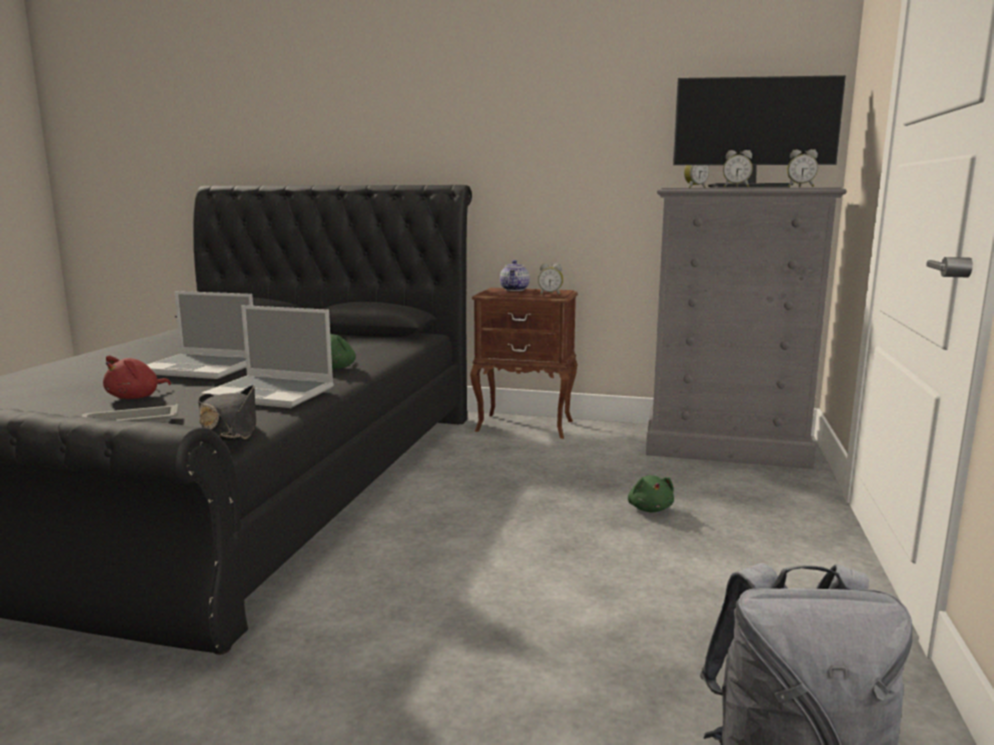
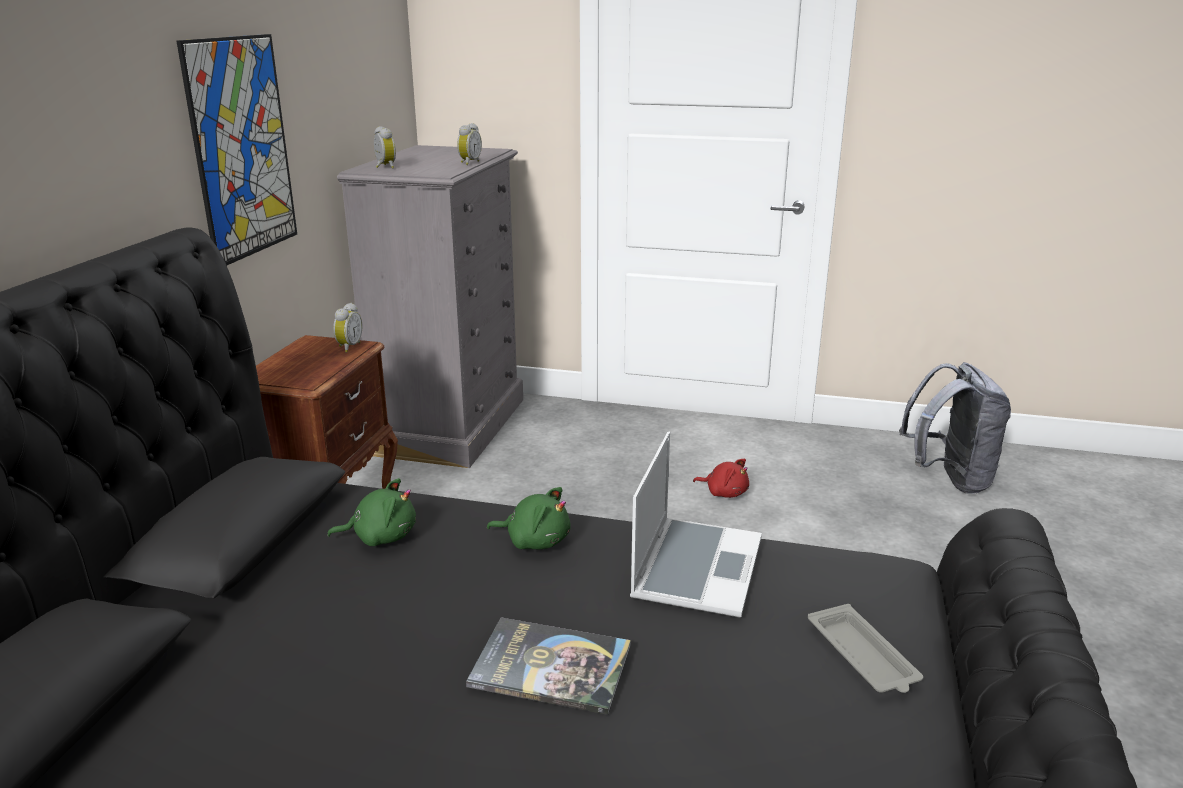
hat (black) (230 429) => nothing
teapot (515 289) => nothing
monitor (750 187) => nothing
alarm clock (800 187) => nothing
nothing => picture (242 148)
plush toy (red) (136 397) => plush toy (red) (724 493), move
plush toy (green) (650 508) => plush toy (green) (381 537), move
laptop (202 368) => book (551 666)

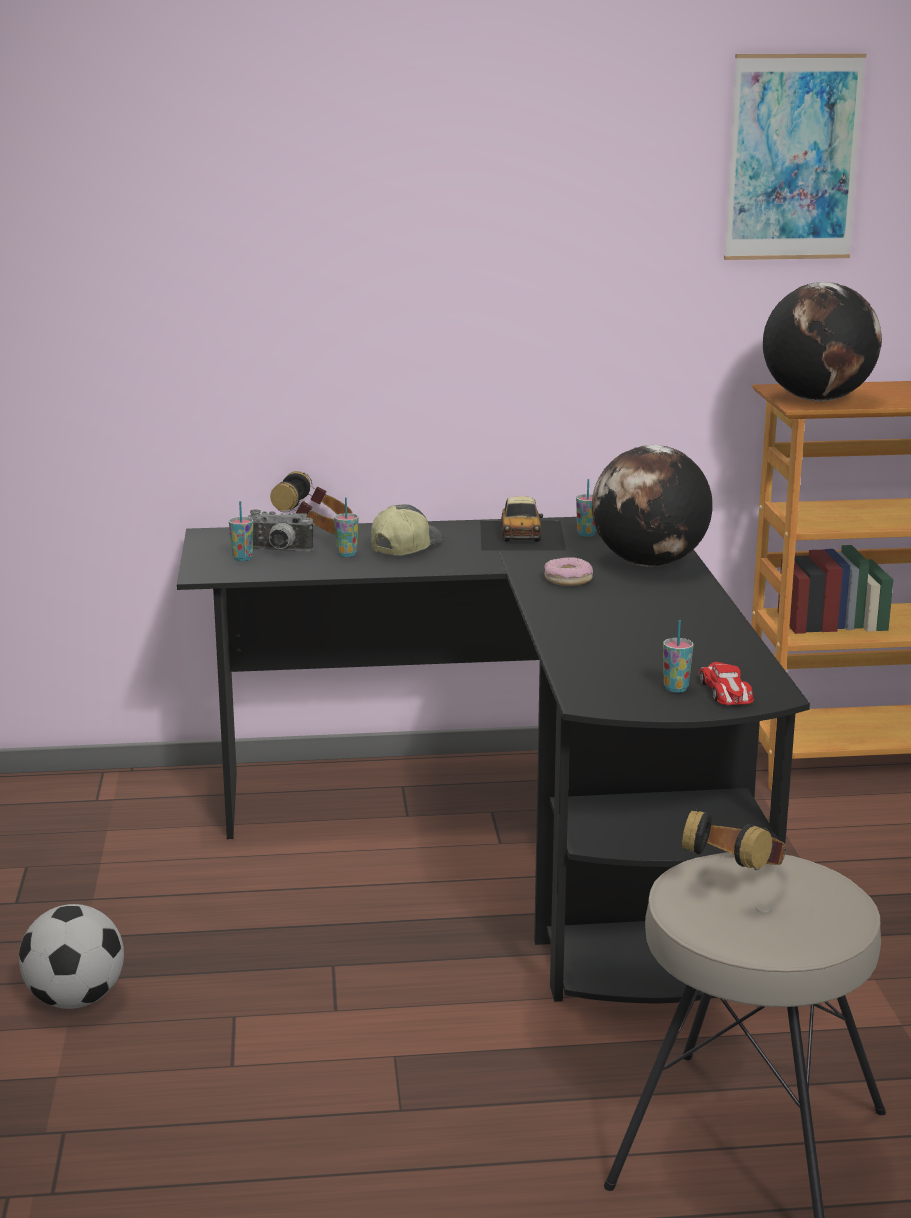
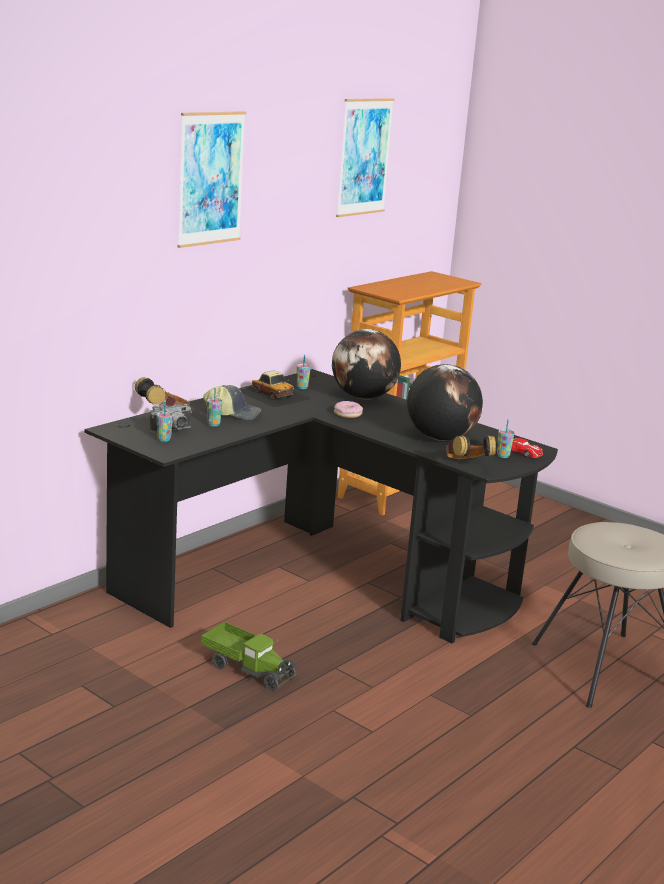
football (75 999) => nothing
nothing => picture (210 178)
nothing => toy truck (248 668)
headphones (735 877) => headphones (467 466), move
globe (816 399) => globe (440 438), move
cap (405 547) => cap (233 413), 105 degrees clockwise

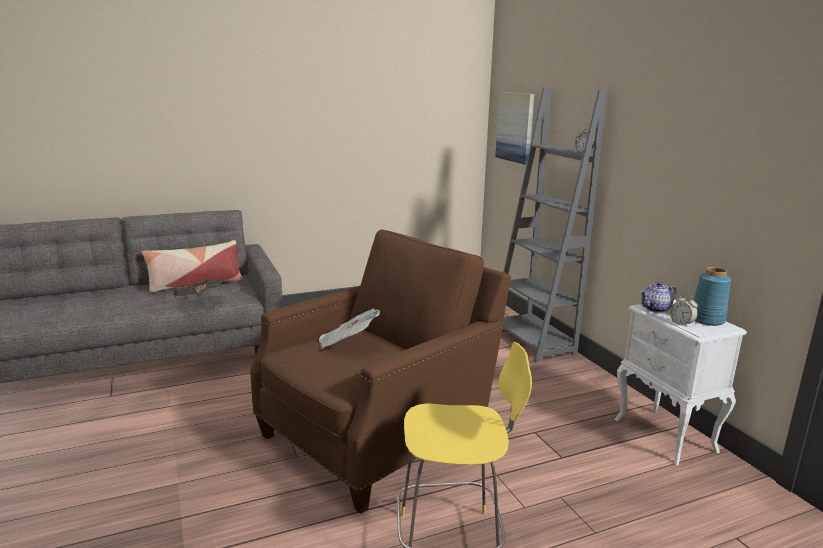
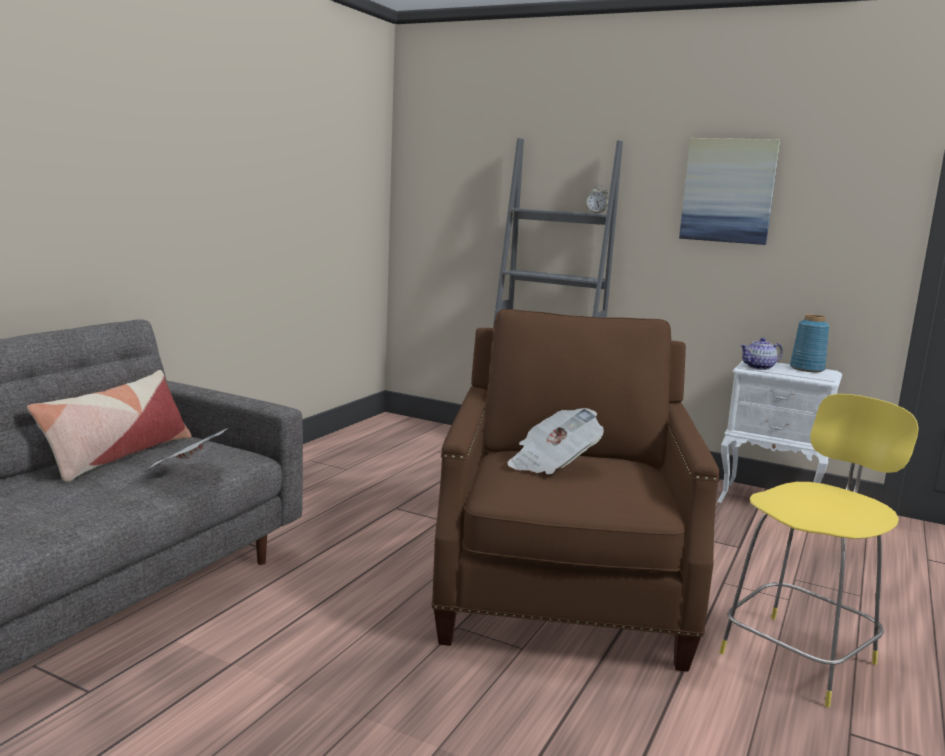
alarm clock (681 323) => nothing
picture (515 127) => picture (728 191), move
teapot (656 309) => teapot (759 367), 45 degrees clockwise

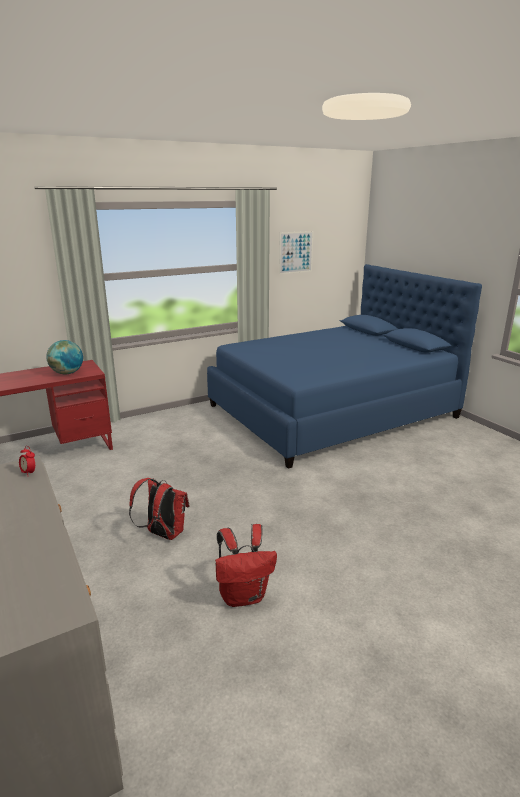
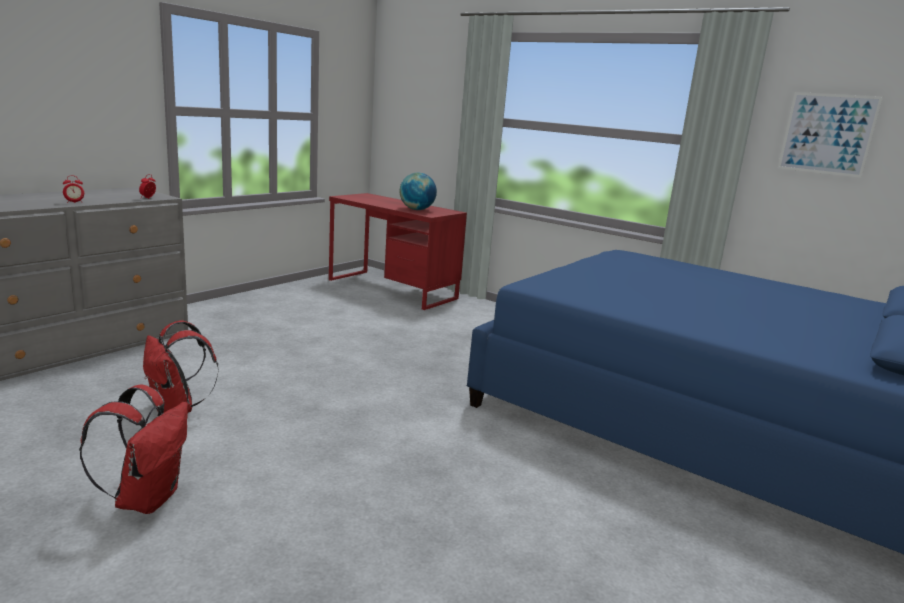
nothing => alarm clock (74 202)
backpack (red) (163 534) => backpack (red) (147 498), move

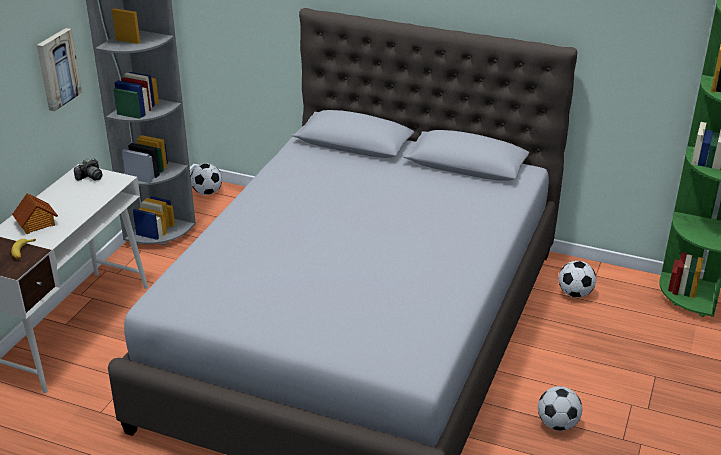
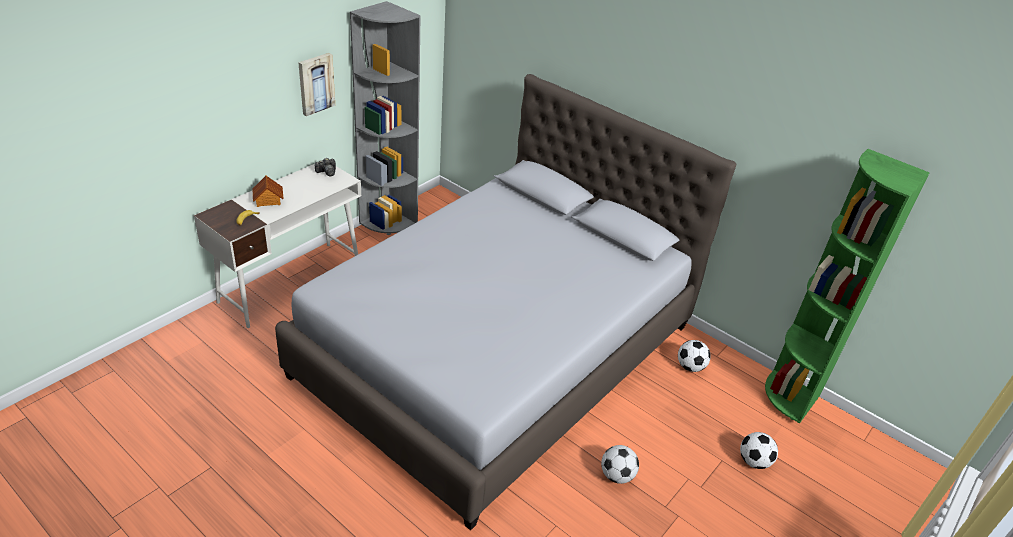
football (207 192) => football (754 461), move

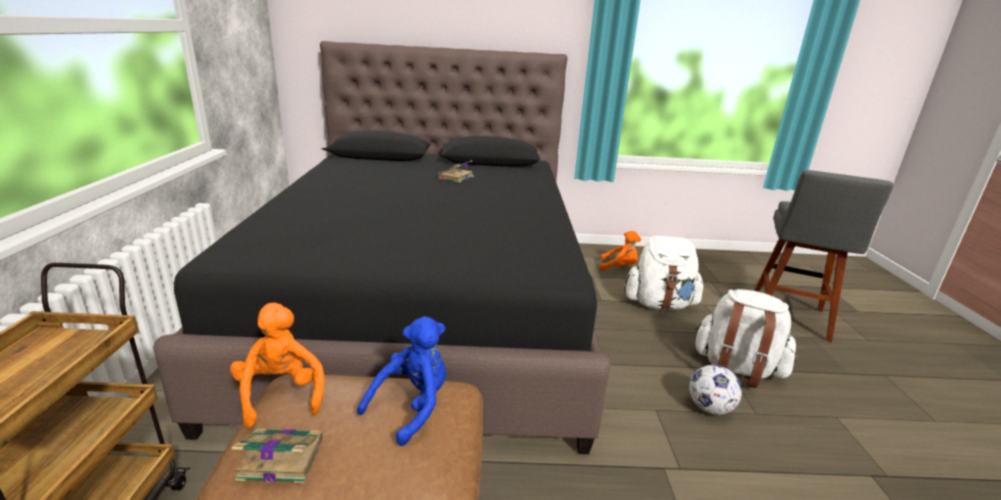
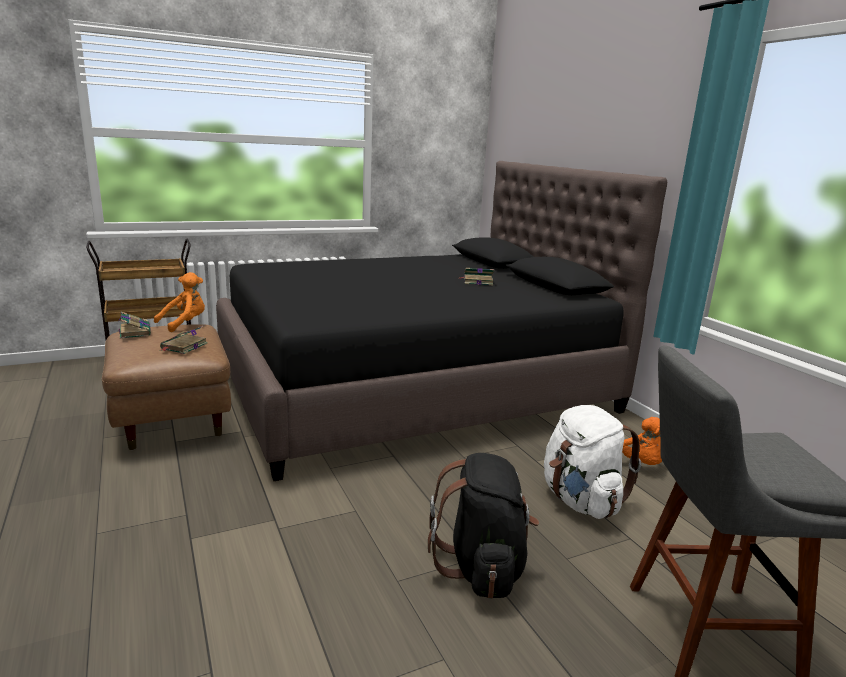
football (709 408) => nothing
plush toy (blue) (412 406) => book (183 346)
backpack (white) (736 369) => backpack (black) (482 566)

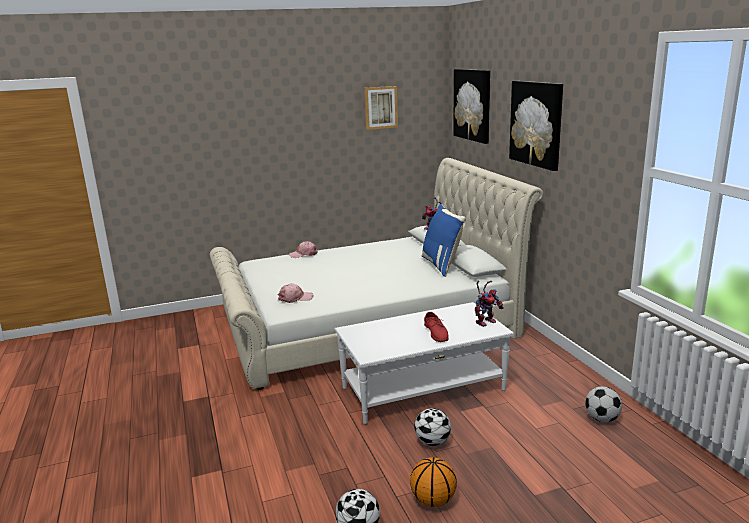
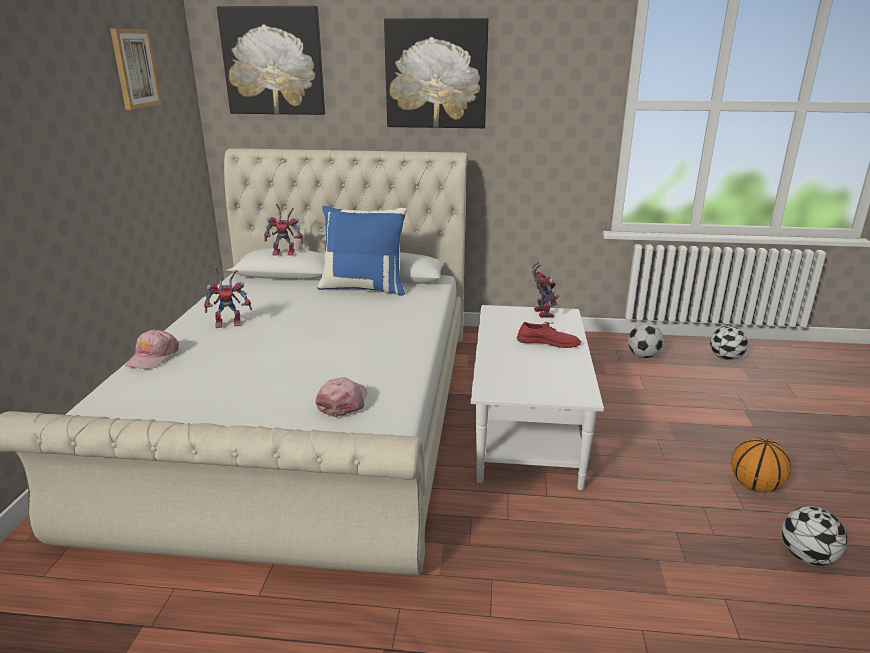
nothing => toy robot (231 323)
football (433 442) => football (725 358), move

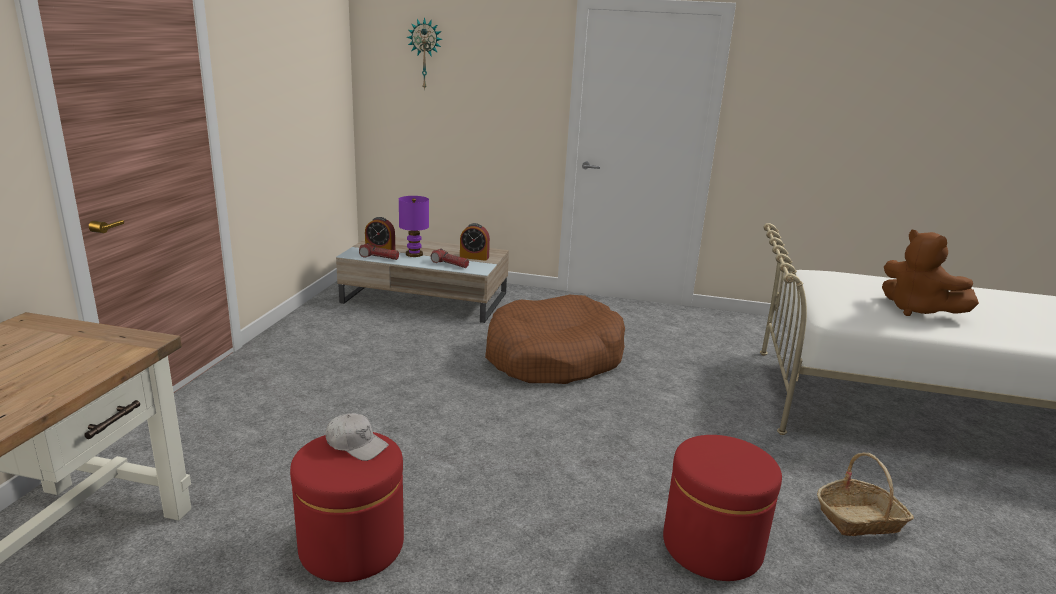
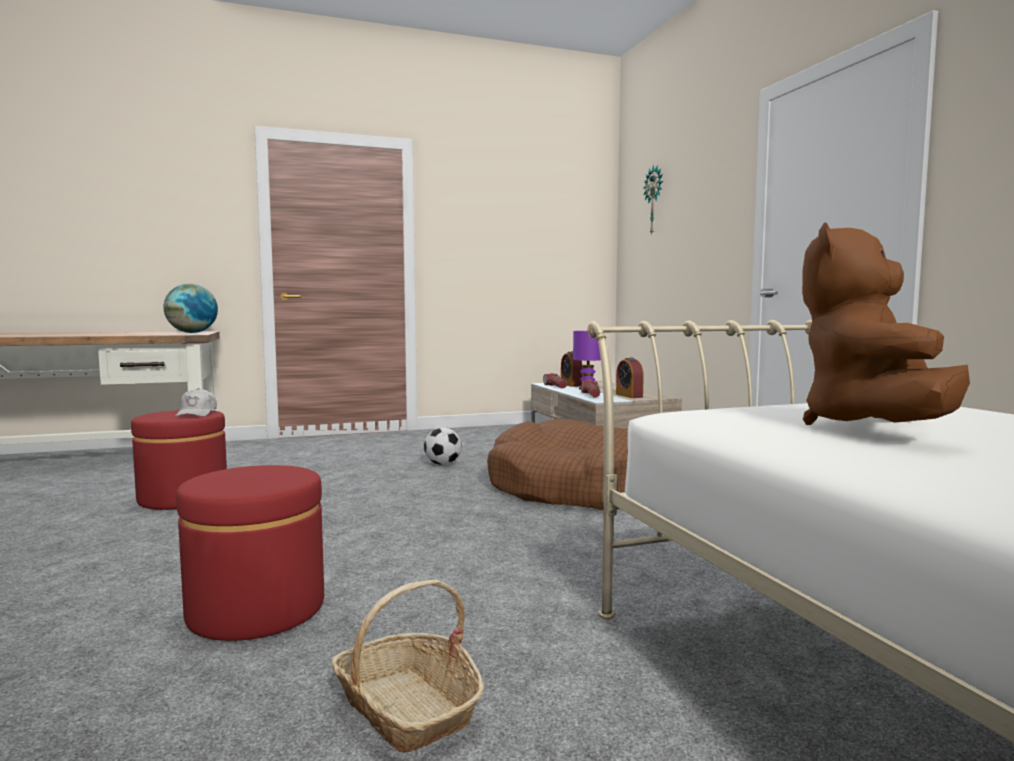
nothing => globe (192 332)
nothing => football (443 464)

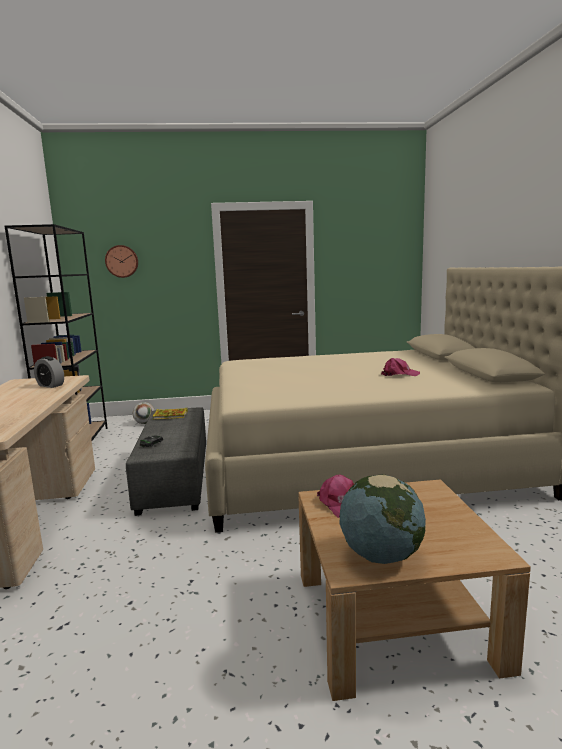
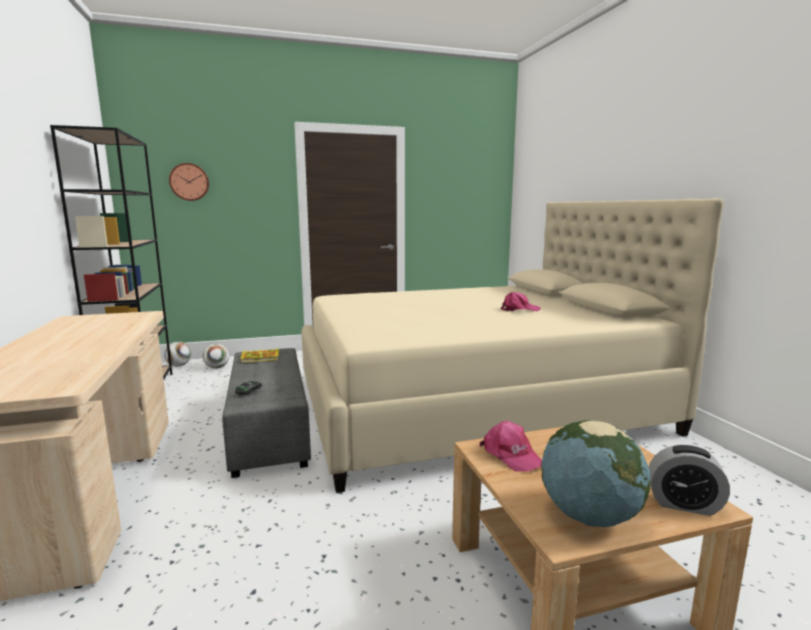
nothing => football (179 365)
alarm clock (50 385) => alarm clock (683 504), move

